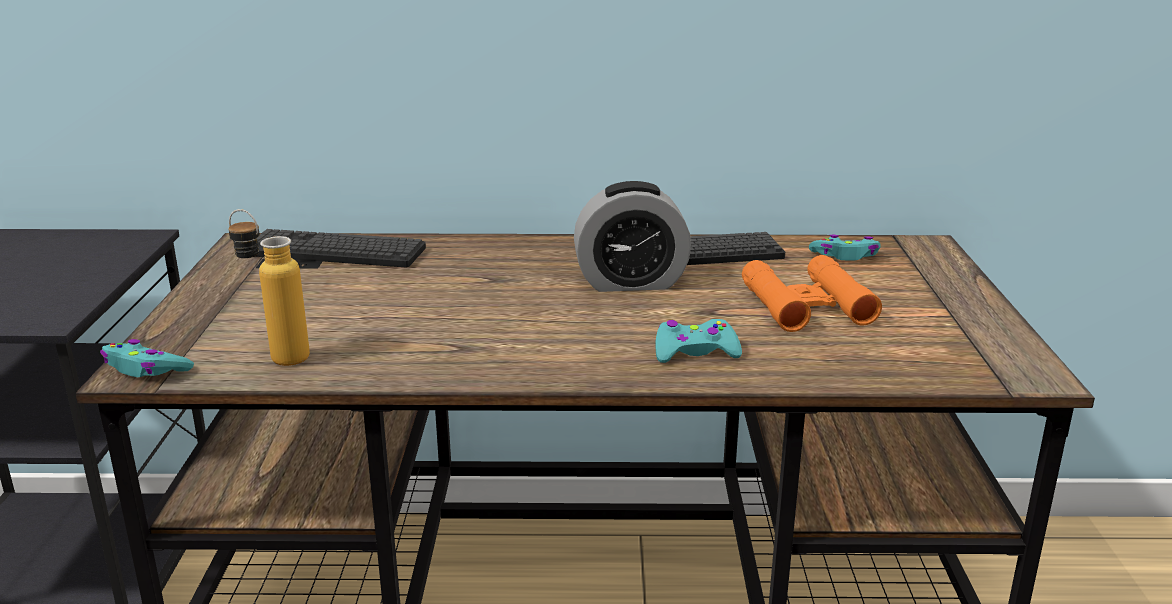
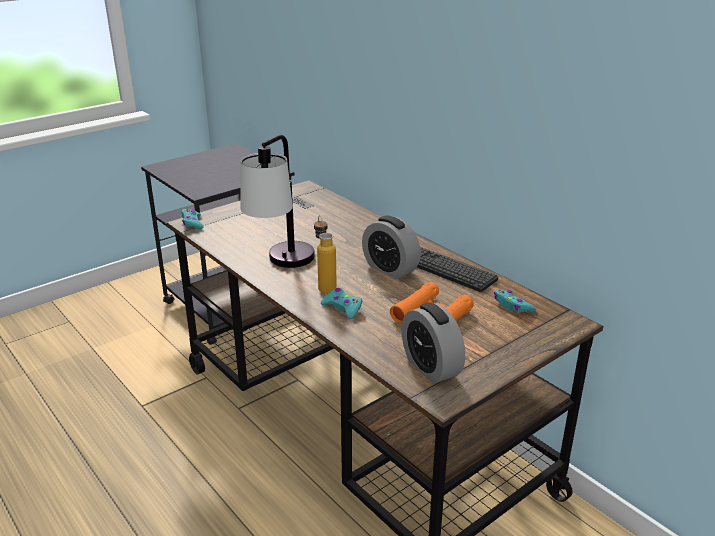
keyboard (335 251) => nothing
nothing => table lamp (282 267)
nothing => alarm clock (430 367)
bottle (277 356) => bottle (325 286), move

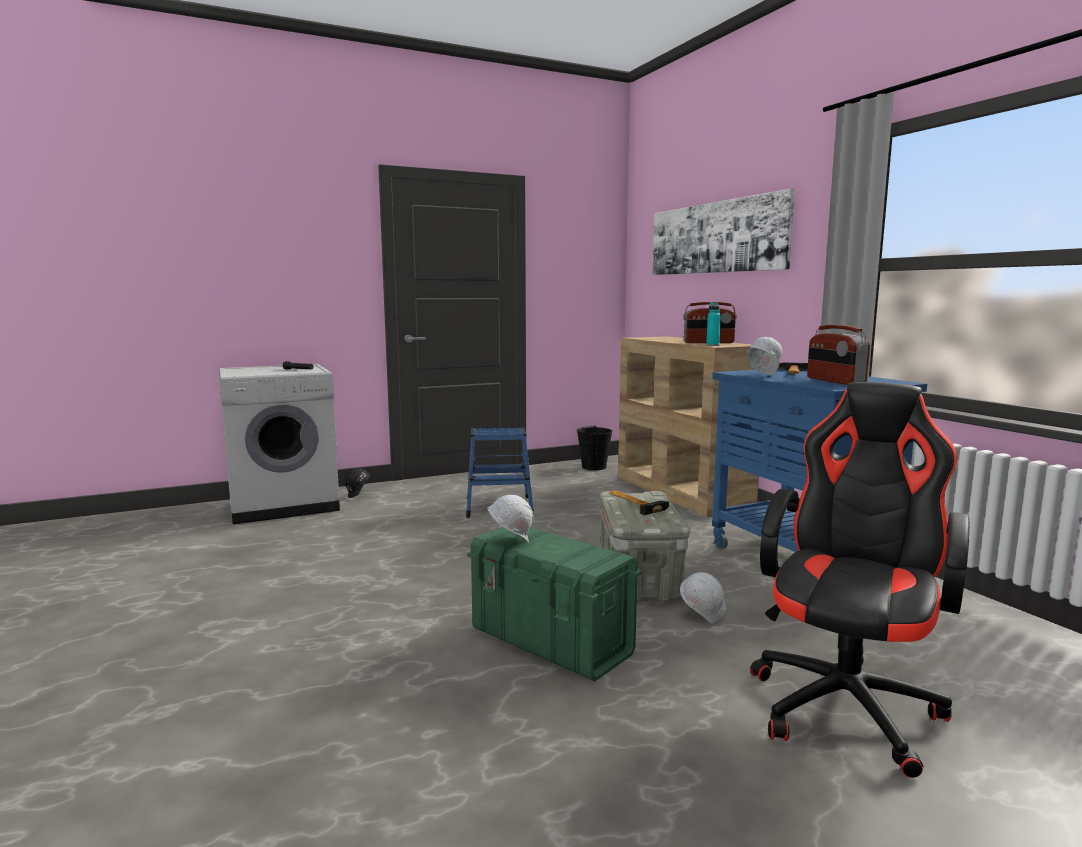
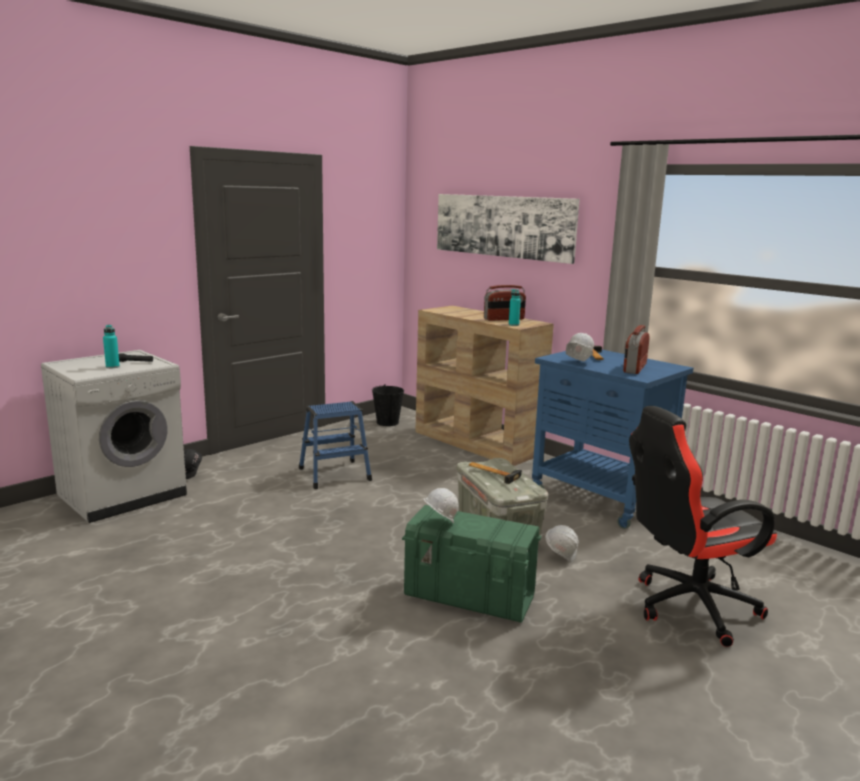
nothing => bottle (turquoise) (112 367)
office chair (black) (848 704) => office chair (black) (685 608), 120 degrees counterclockwise
radio (834 381) => radio (634 368), 60 degrees clockwise

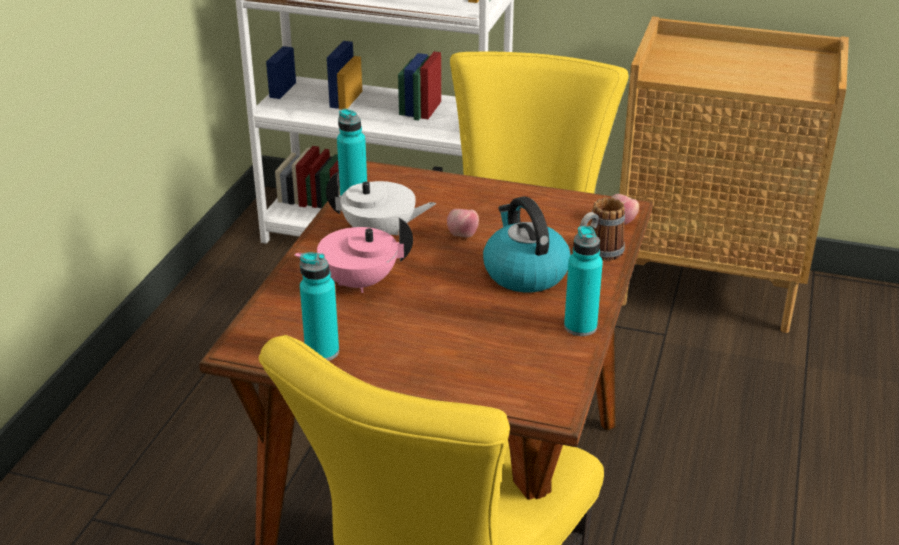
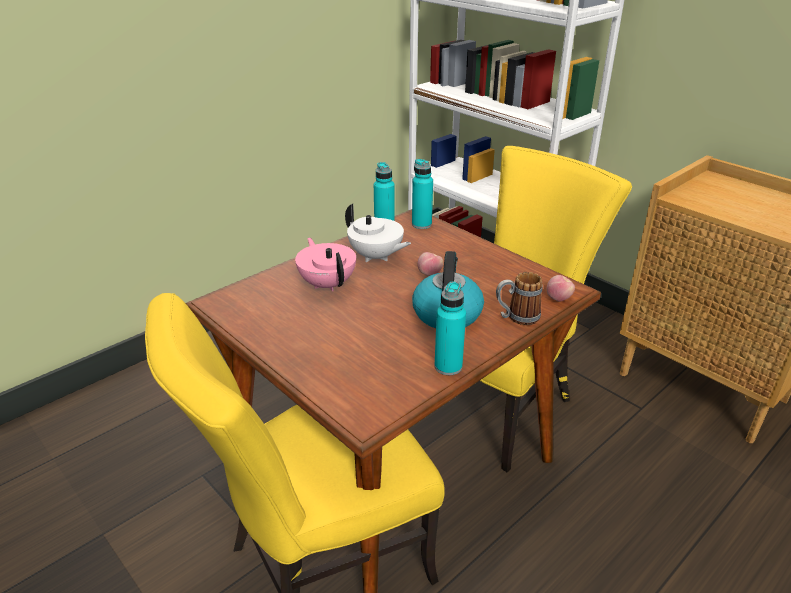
bottle (turquoise) (322 352) => bottle (turquoise) (421 224), move
teapot (pink) (357 282) => teapot (pink) (327 284), 45 degrees clockwise

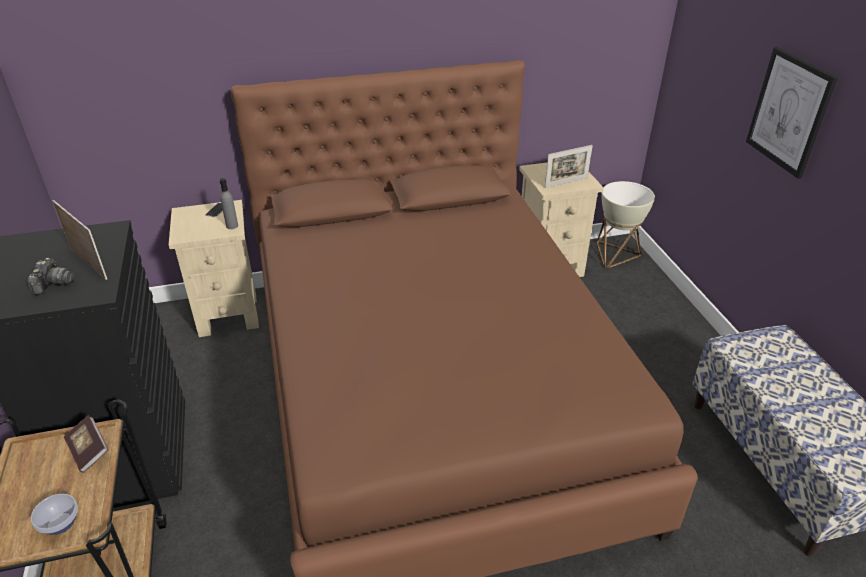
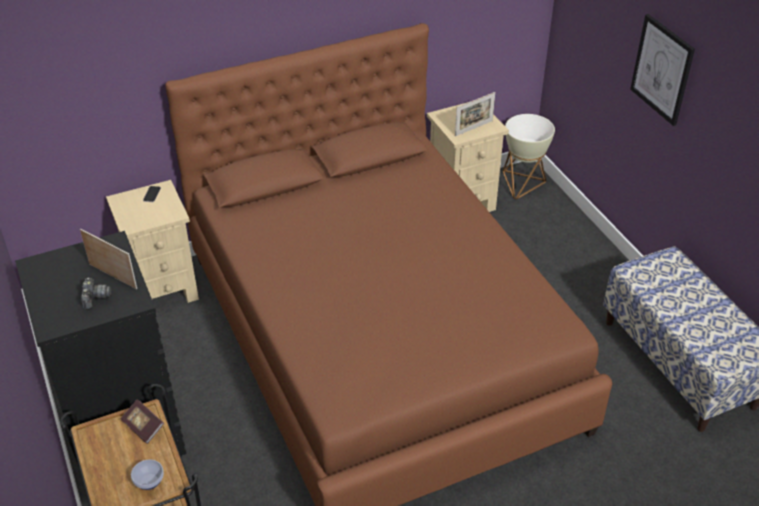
bottle (grey) (232 226) => nothing

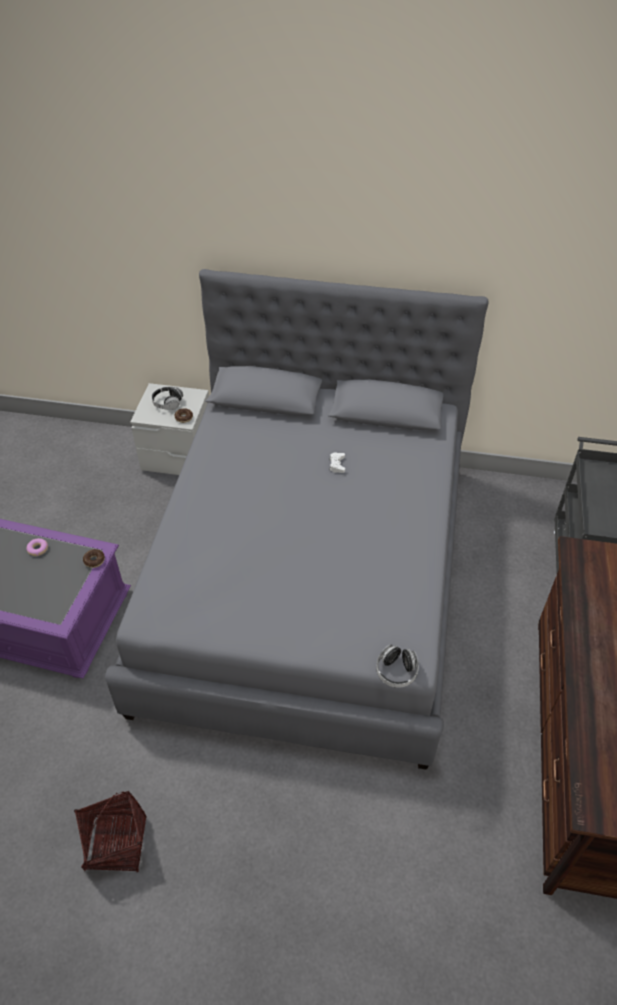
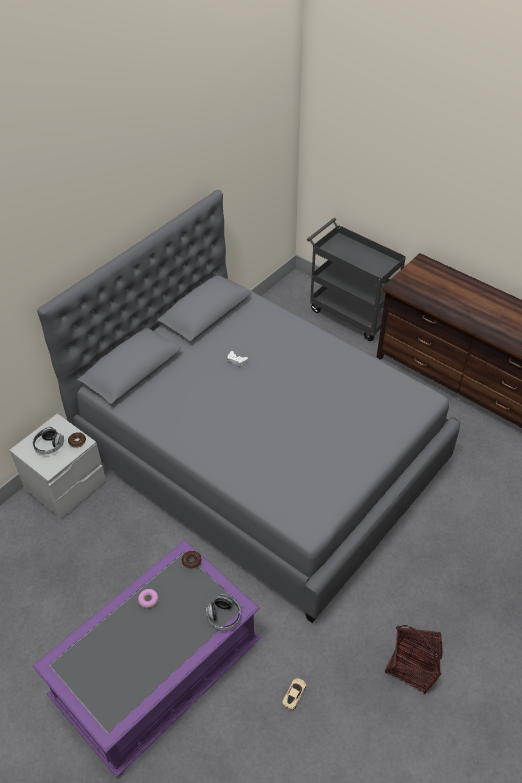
nothing => toy car (beige) (294 694)
headphones (396 672) => headphones (223 617), move

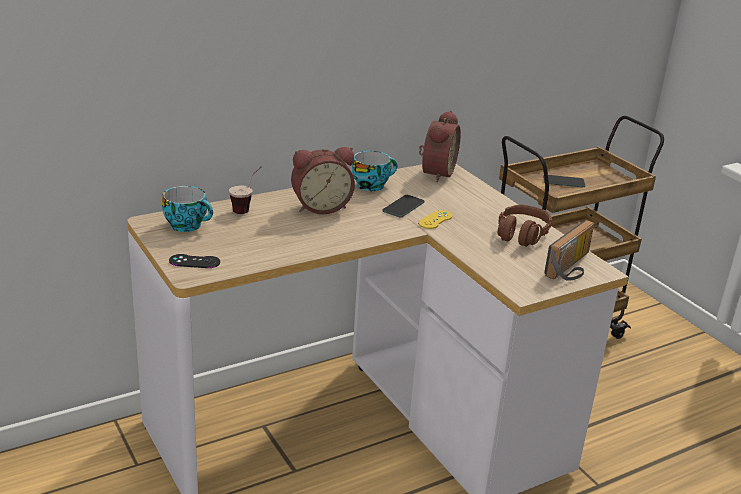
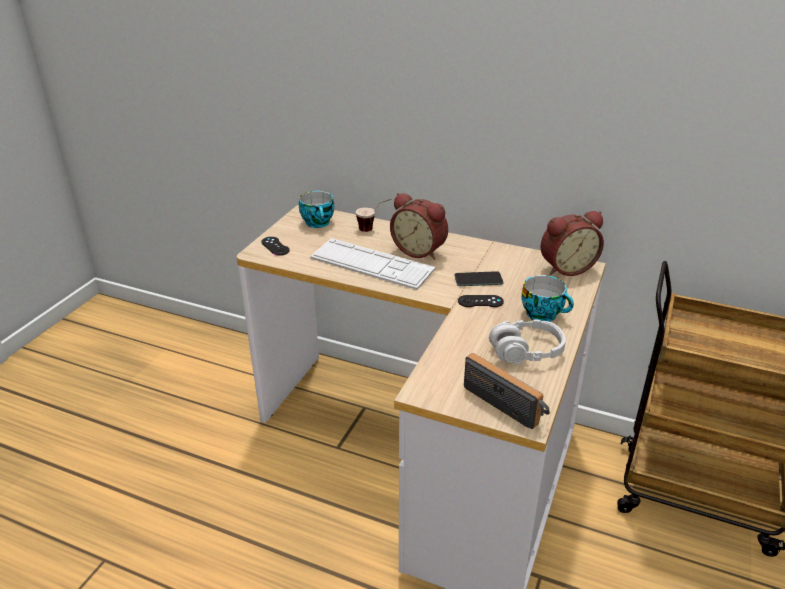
phone (563 182) => nothing
nothing => keyboard (371 264)
cup (372 185) => cup (544 314), move
game controller (yellow) (435 220) => game controller (black) (480 301)
headphones (brown) (521 234) => headphones (grey) (526 351)
radio (572 267) => radio (508 402), 135 degrees counterclockwise

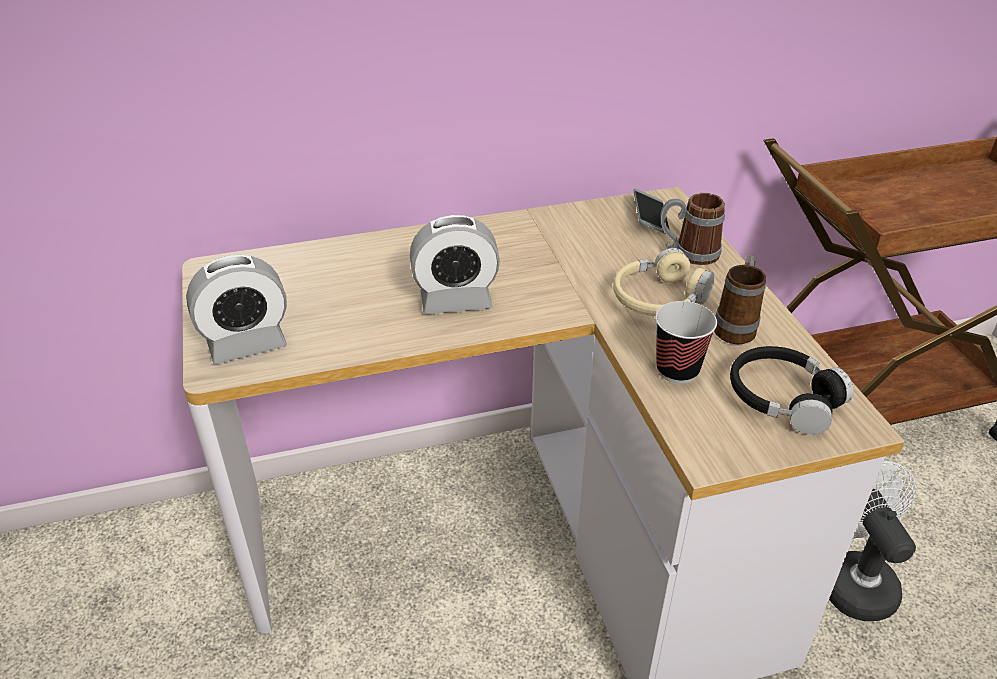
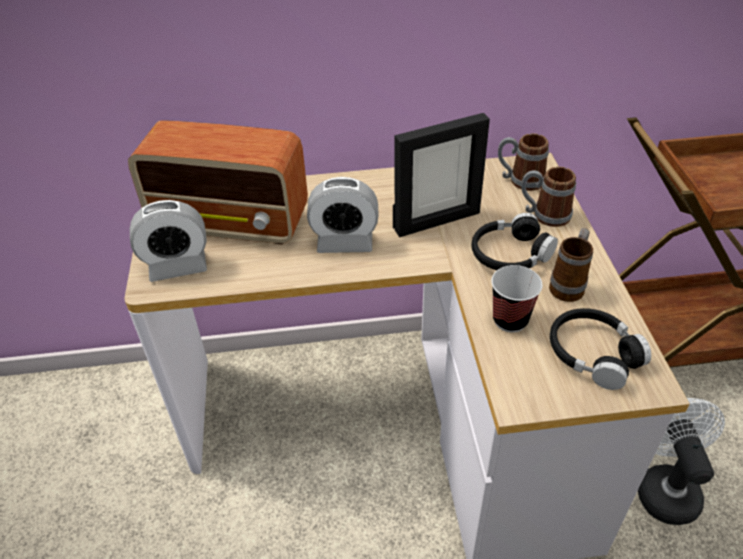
nothing => radio (232 223)
nothing => picture frame (436 220)
phone (650 218) => mug (520 180)
headphones (beige) (659 298) => headphones (black) (510 254)

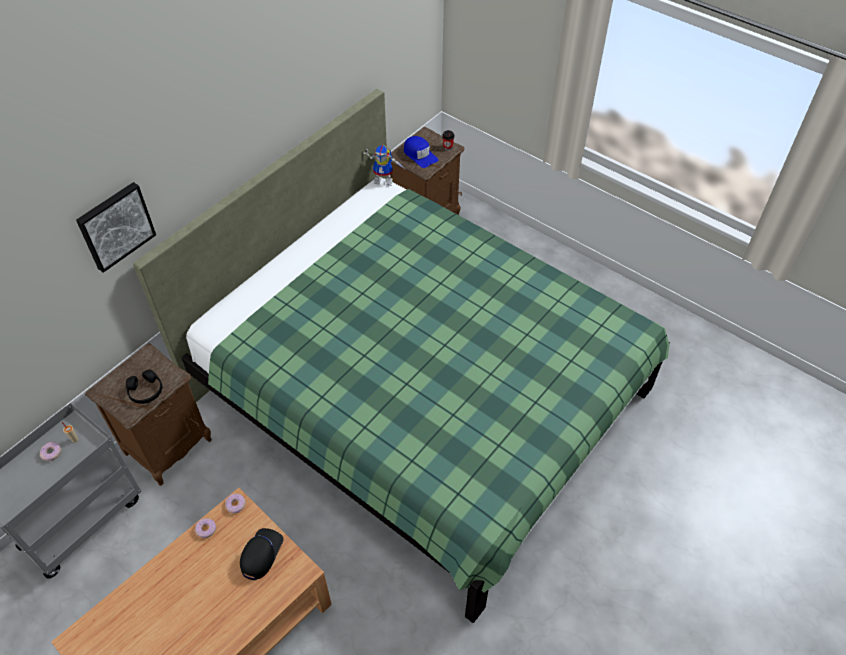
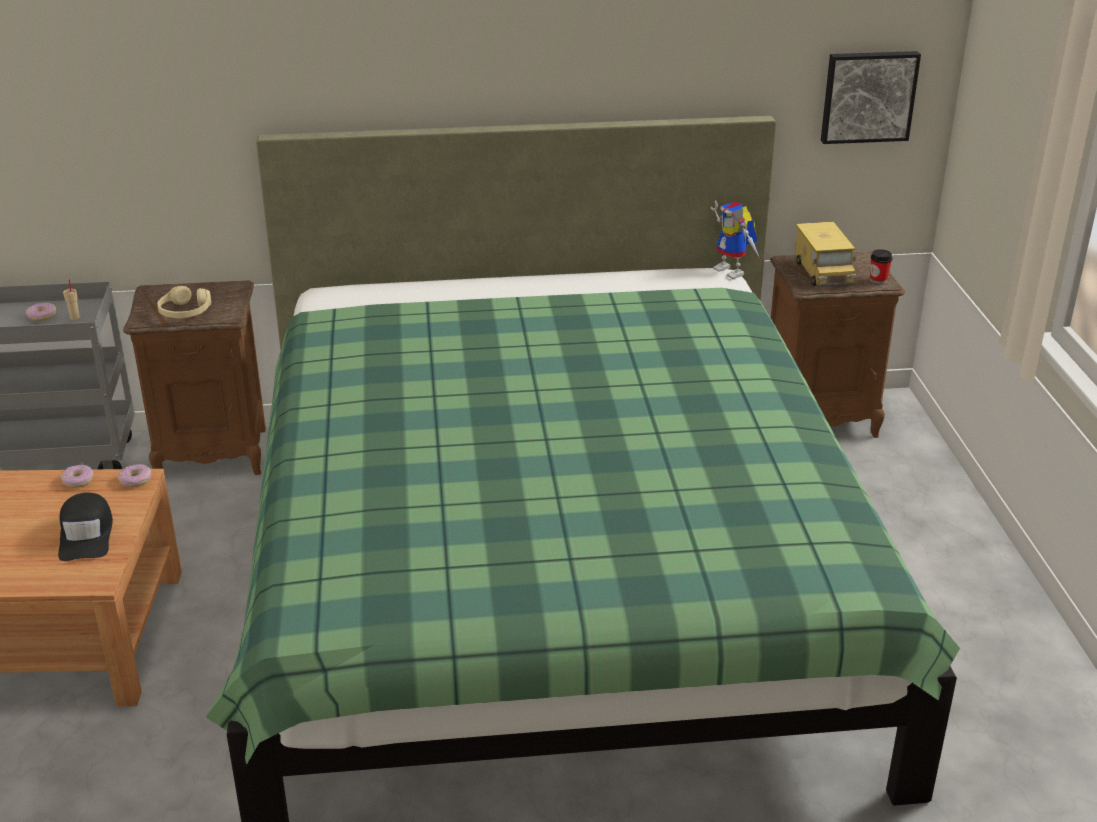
picture (115 226) => picture (868 96), move
cap (blue) (420 155) => toy truck (823 272)
headphones (black) (146 391) => headphones (beige) (185 312)
cap (black) (261 554) => cap (black) (86 535), 105 degrees clockwise

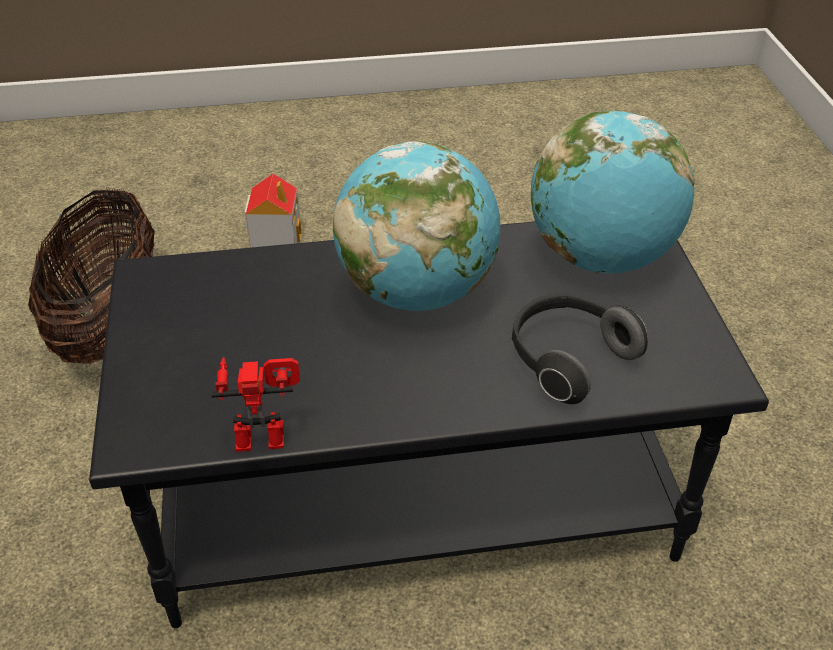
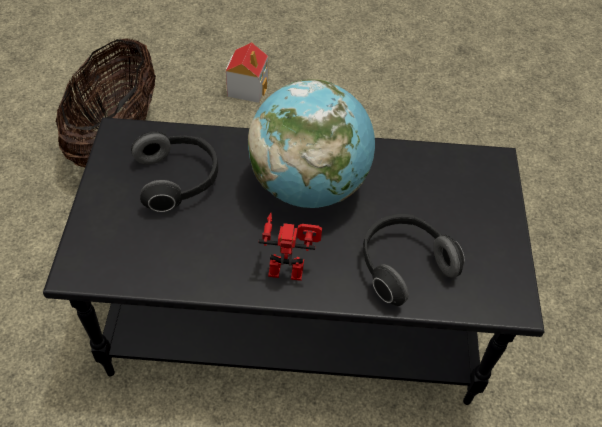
globe (601 258) => nothing
nothing => headphones (179 180)
toy robot (264 431) => toy robot (289 265), move

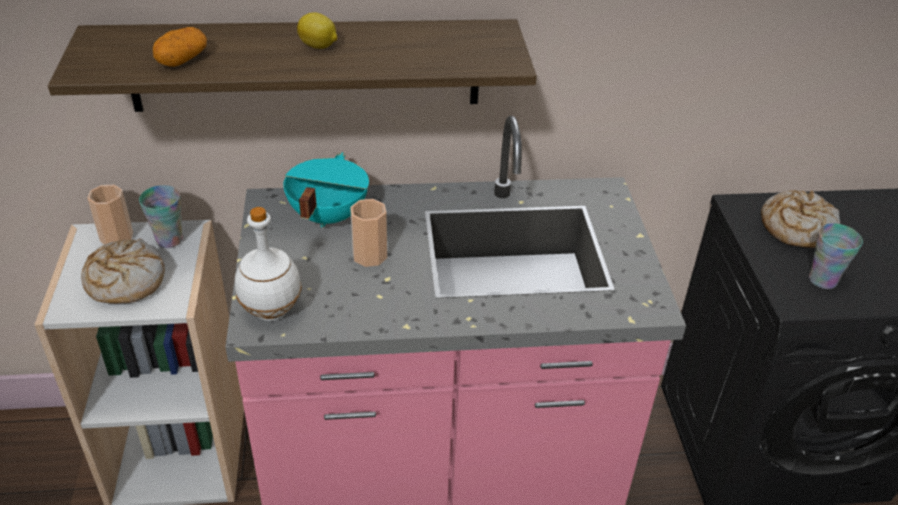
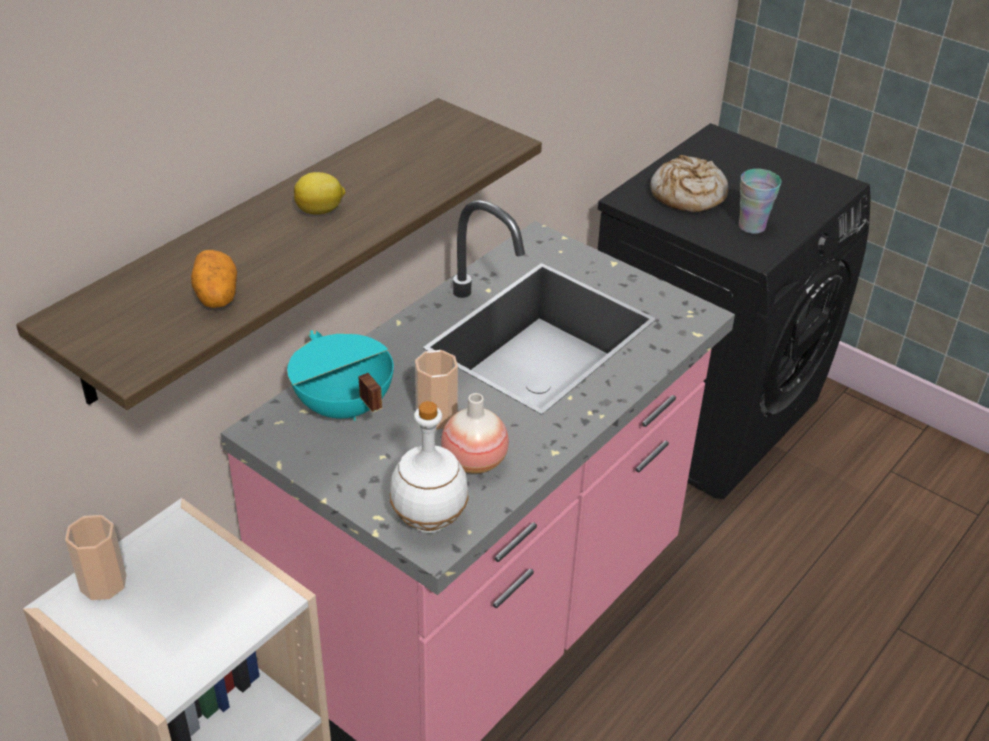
bread (125 281) => nothing
cup (169 240) => nothing
nothing => vase (474 462)

